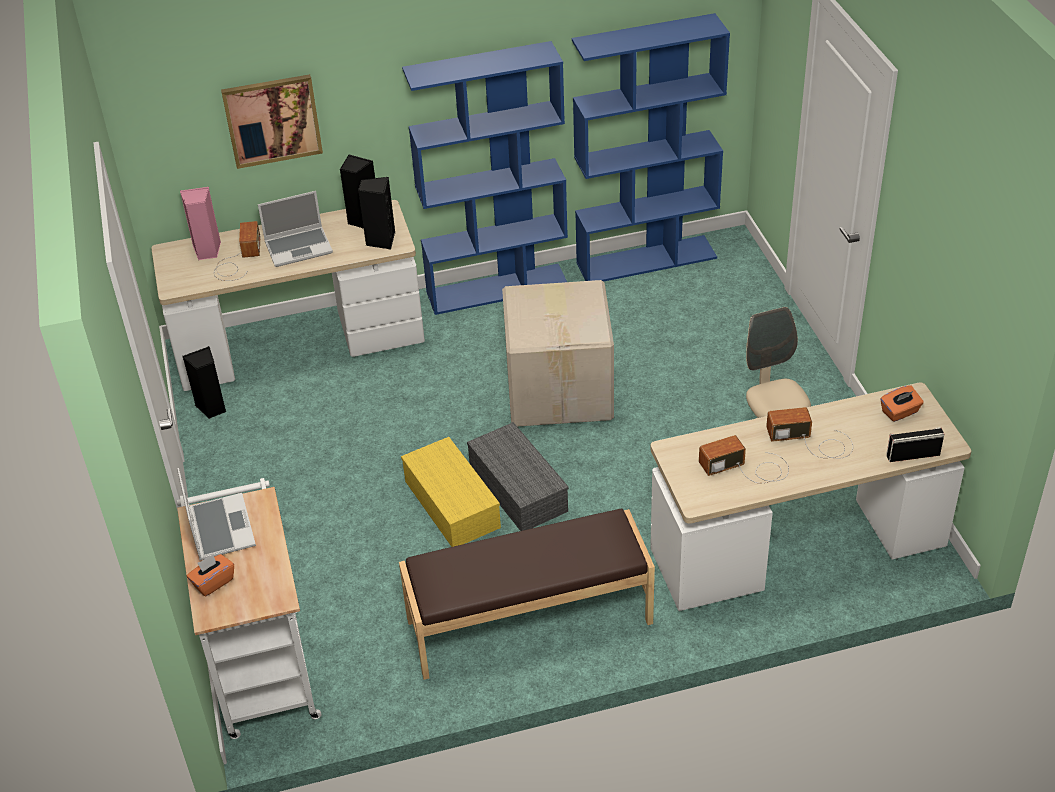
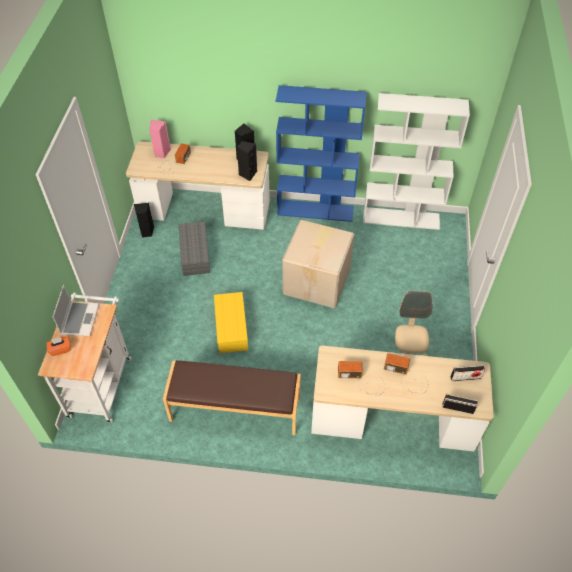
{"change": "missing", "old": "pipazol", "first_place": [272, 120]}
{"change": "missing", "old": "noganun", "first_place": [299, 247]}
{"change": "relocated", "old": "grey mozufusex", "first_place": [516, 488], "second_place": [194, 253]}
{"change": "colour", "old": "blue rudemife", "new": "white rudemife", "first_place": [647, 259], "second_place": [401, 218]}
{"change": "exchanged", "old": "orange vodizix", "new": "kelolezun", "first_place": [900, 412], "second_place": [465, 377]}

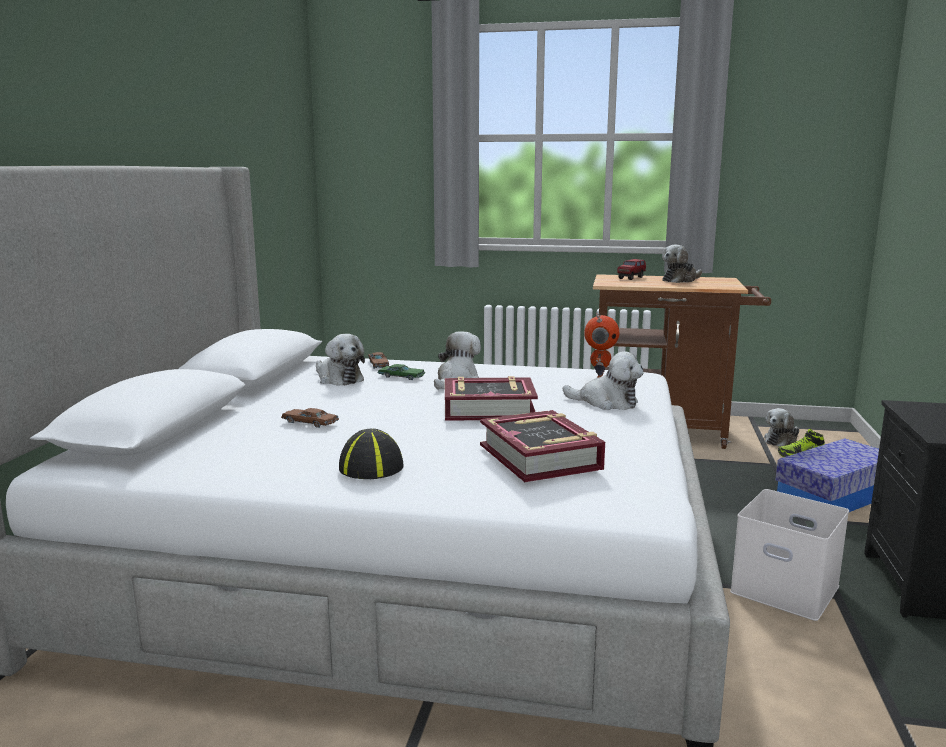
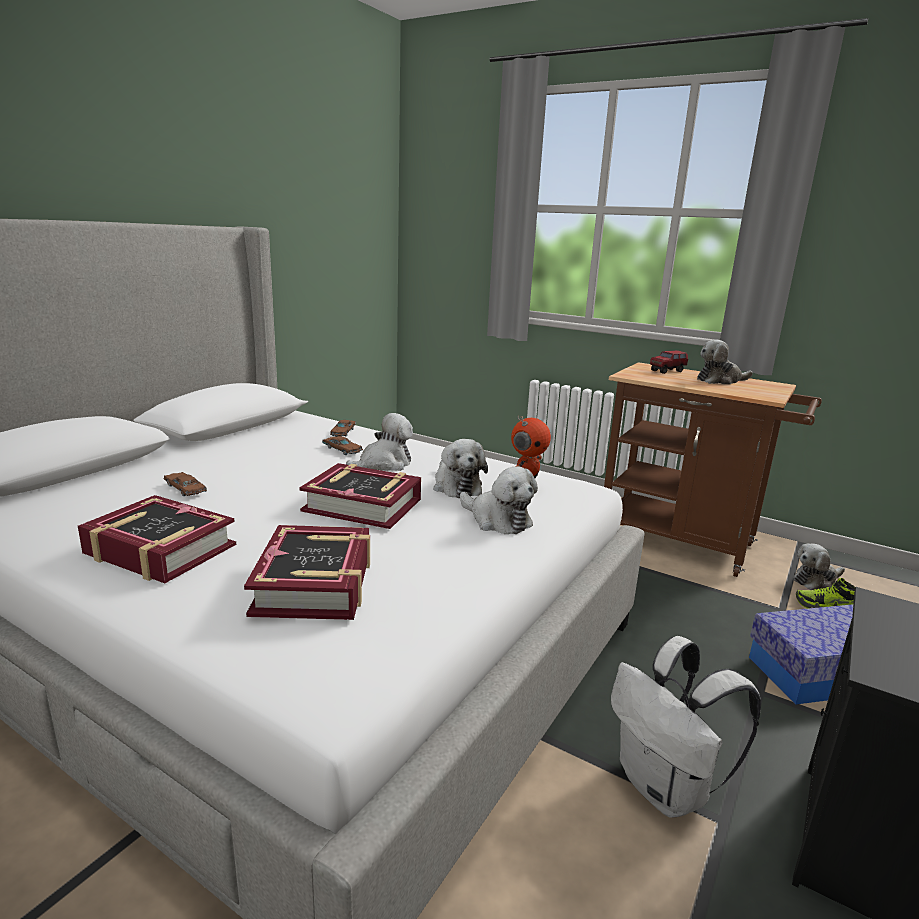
{"change": "relocated", "old": "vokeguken", "first_place": [338, 379], "second_place": [456, 486]}
{"change": "exchanged", "old": "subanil", "new": "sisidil", "first_place": [370, 462], "second_place": [159, 550]}
{"change": "colour", "old": "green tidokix", "new": "brown tidokix", "first_place": [401, 377], "second_place": [342, 450]}
{"change": "exchanged", "old": "white mozufusex", "new": "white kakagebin", "first_place": [787, 588], "second_place": [666, 788]}

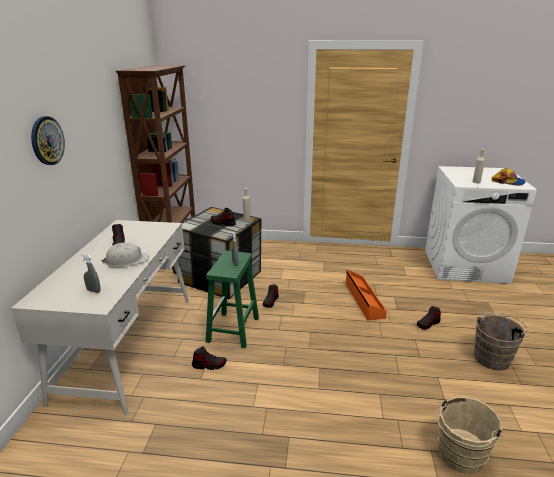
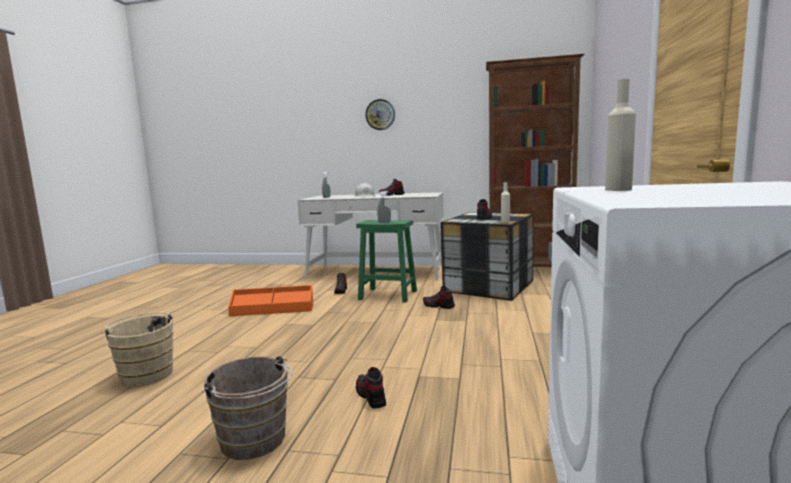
{"change": "relocated", "old": "orange mozufusex", "first_place": [363, 300], "second_place": [272, 309]}
{"change": "missing", "old": "subanil", "first_place": [508, 182]}

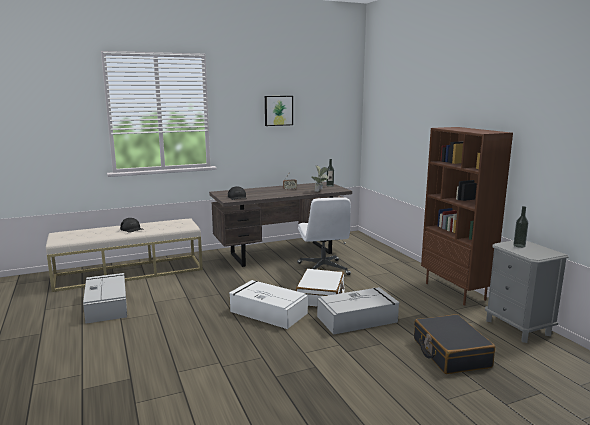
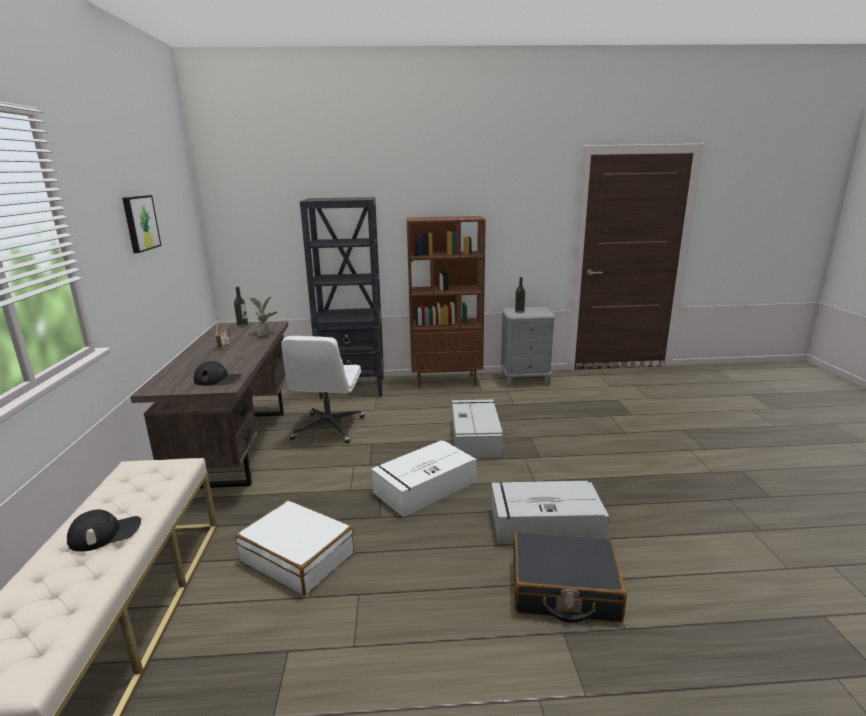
{"change": "relocated", "old": "grey mozufusex", "first_place": [107, 305], "second_place": [544, 524]}
{"change": "relocated", "old": "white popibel", "first_place": [321, 296], "second_place": [298, 557]}
{"change": "spun", "old": "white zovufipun", "first_place": [323, 269], "second_place": [328, 428], "degrees": 90}
{"change": "relocated", "old": "black popibel", "first_place": [450, 353], "second_place": [564, 589]}
{"change": "appeared", "new": "black rudemife", "second_place": [353, 388]}

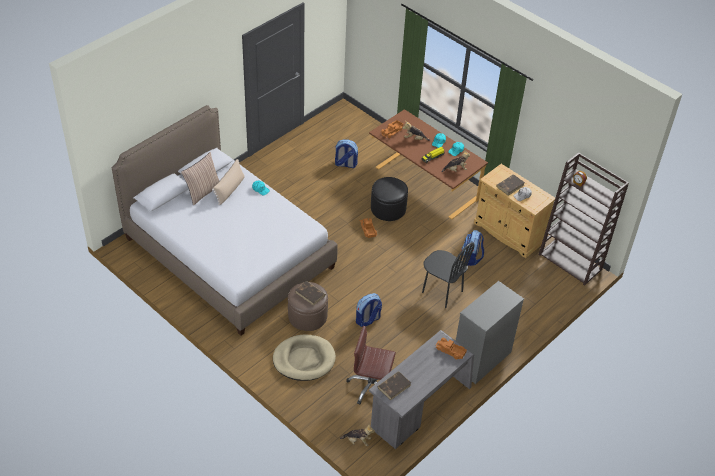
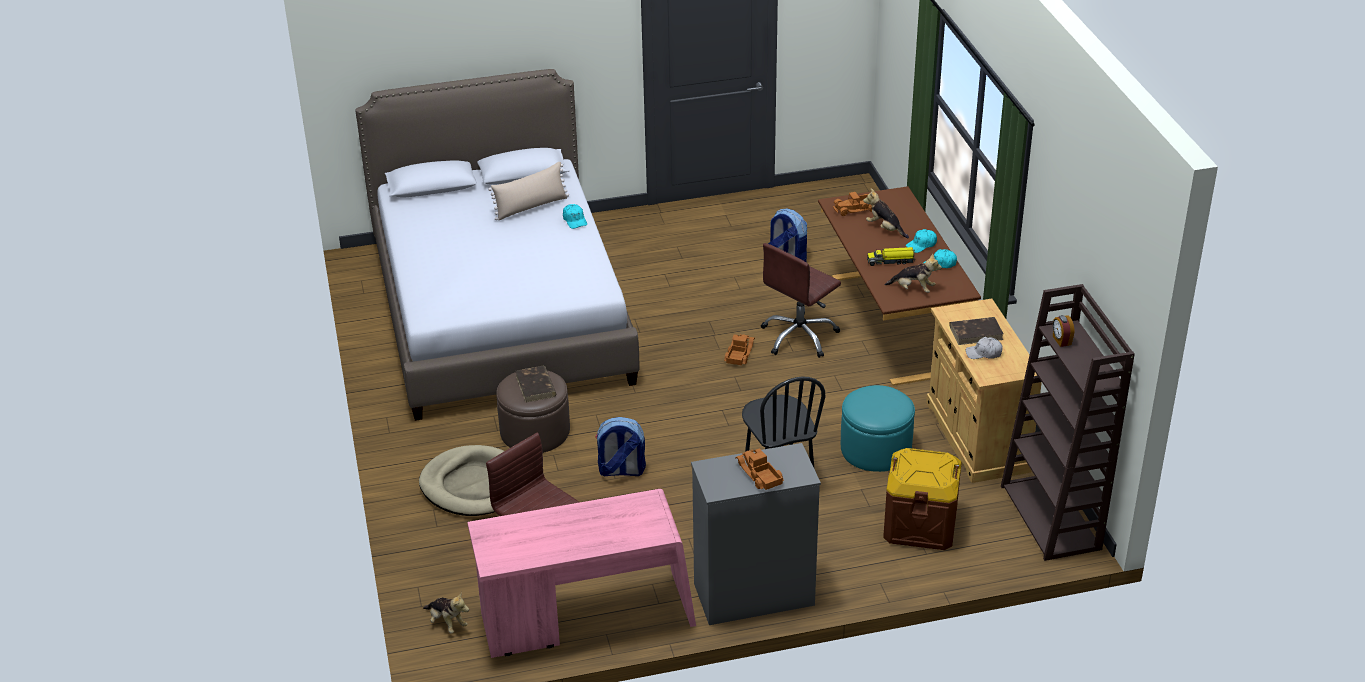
{"change": "missing", "old": "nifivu", "first_place": [203, 191]}
{"change": "colour", "old": "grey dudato", "new": "pink dudato", "first_place": [419, 407], "second_place": [586, 618]}
{"change": "exchanged", "old": "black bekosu", "new": "brown zovufipun", "first_place": [388, 208], "second_place": [799, 336]}
{"change": "missing", "old": "brown sisidil", "first_place": [394, 386]}
{"change": "relocated", "old": "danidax", "first_place": [450, 351], "second_place": [759, 474]}
{"change": "exchanged", "old": "kakagebin", "new": "turquoise bekosu", "first_place": [471, 258], "second_place": [875, 449]}
{"change": "appeared", "new": "brown mozufusex", "second_place": [920, 525]}

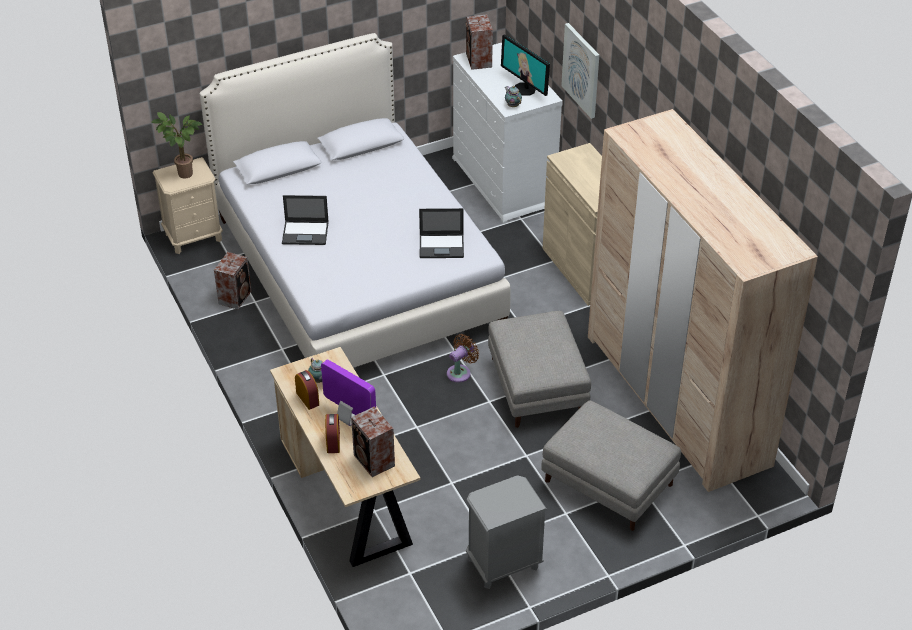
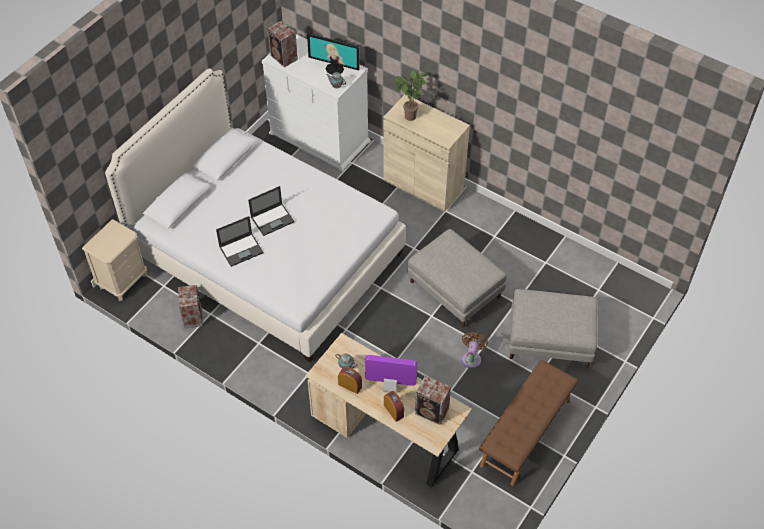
{"change": "relocated", "old": "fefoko", "first_place": [183, 175], "second_place": [410, 118]}
{"change": "relocated", "old": "noganun", "first_place": [442, 246], "second_place": [273, 219]}
{"change": "relocated", "old": "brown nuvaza", "first_place": [460, 372], "second_place": [472, 358]}
{"change": "exchanged", "old": "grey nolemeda", "new": "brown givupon", "first_place": [503, 564], "second_place": [526, 433]}
{"change": "missing", "old": "pipazol", "first_place": [581, 70]}
{"change": "missing", "old": "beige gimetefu", "first_place": [676, 399]}

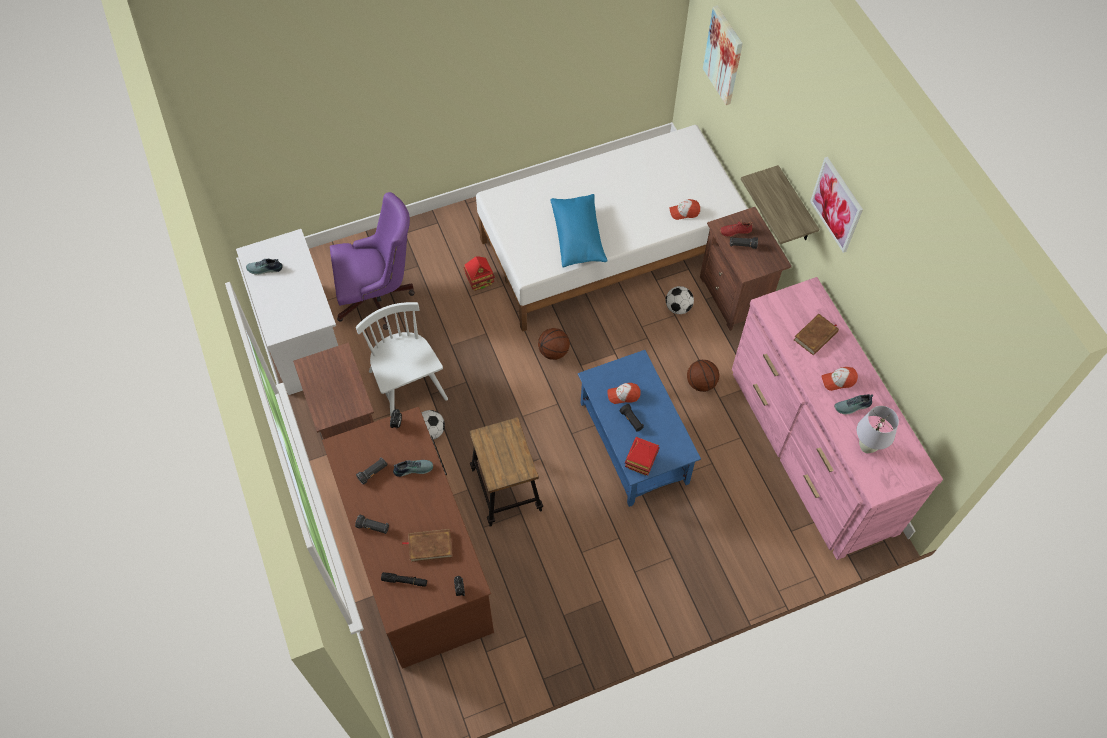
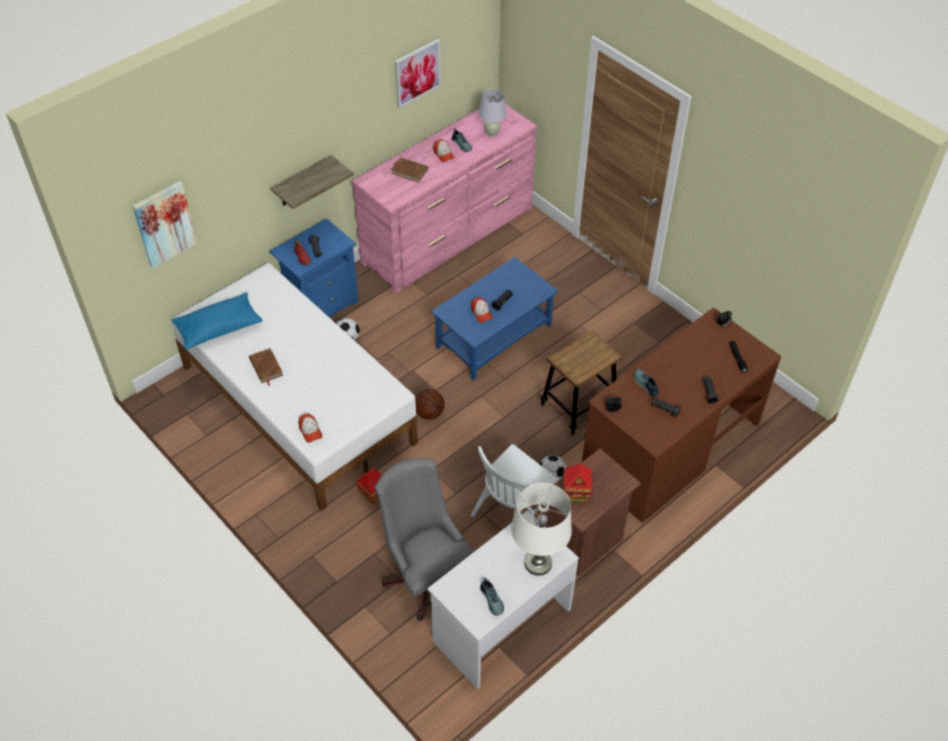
{"change": "colour", "old": "purple zovufipun", "new": "grey zovufipun", "first_place": [379, 297], "second_place": [426, 574]}
{"change": "relocated", "old": "brown sisidil", "first_place": [430, 546], "second_place": [266, 367]}
{"change": "relocated", "old": "blue nifivu", "first_place": [578, 237], "second_place": [219, 328]}
{"change": "relocated", "old": "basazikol", "first_place": [640, 463], "second_place": [576, 493]}
{"change": "relocated", "old": "subanil", "first_place": [684, 212], "second_place": [310, 431]}
{"change": "missing", "old": "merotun", "first_place": [701, 383]}
{"change": "colour", "old": "brown nolemeda", "new": "blue nolemeda", "first_place": [735, 296], "second_place": [321, 304]}
{"change": "relocated", "old": "pipazol", "first_place": [837, 204], "second_place": [417, 73]}
{"change": "appeared", "new": "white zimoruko", "second_place": [538, 563]}

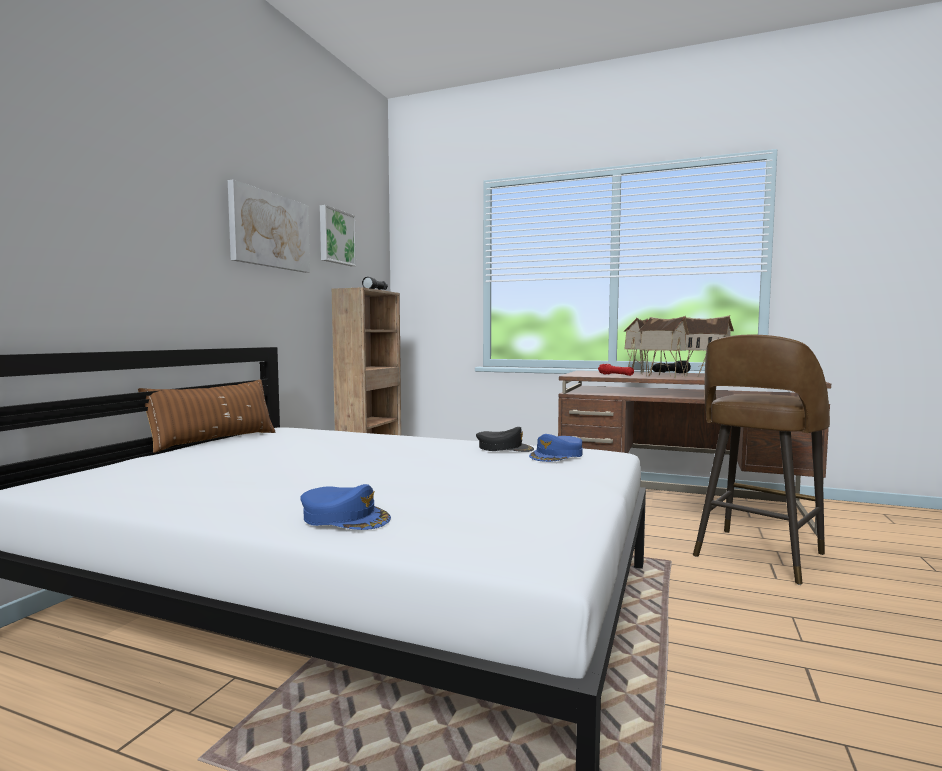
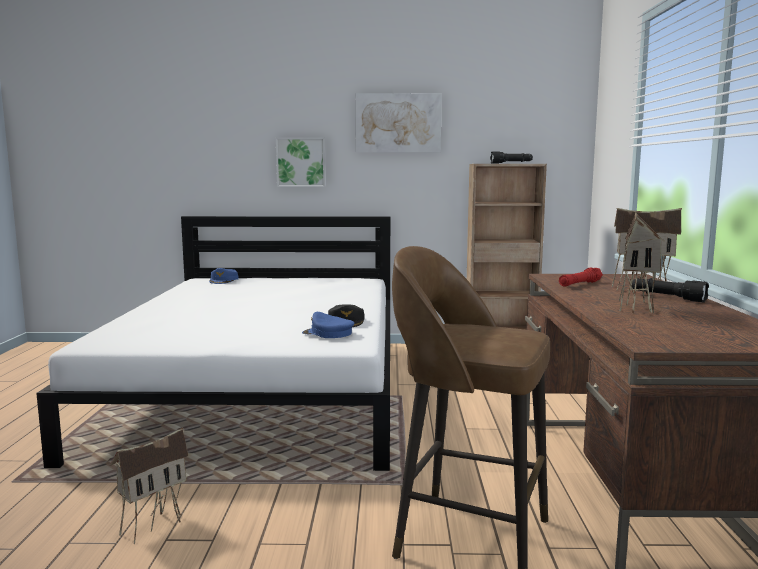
{"change": "missing", "old": "brown nifivu", "first_place": [214, 440]}
{"change": "relocated", "old": "blue subanil", "first_place": [345, 517], "second_place": [224, 280]}
{"change": "relocated", "old": "pipazol", "first_place": [336, 237], "second_place": [301, 162]}
{"change": "relocated", "old": "basazikol", "first_place": [662, 376], "second_place": [153, 524]}

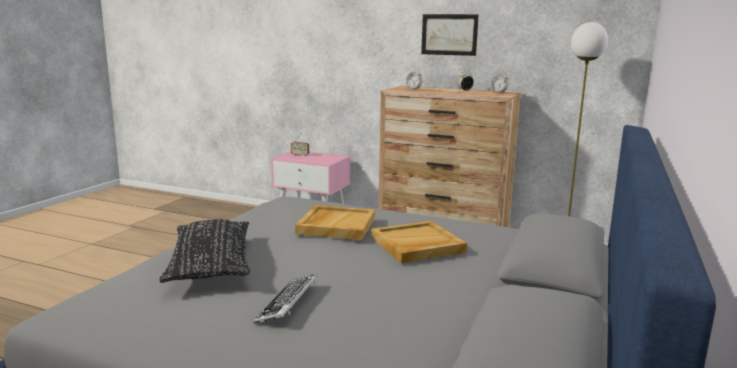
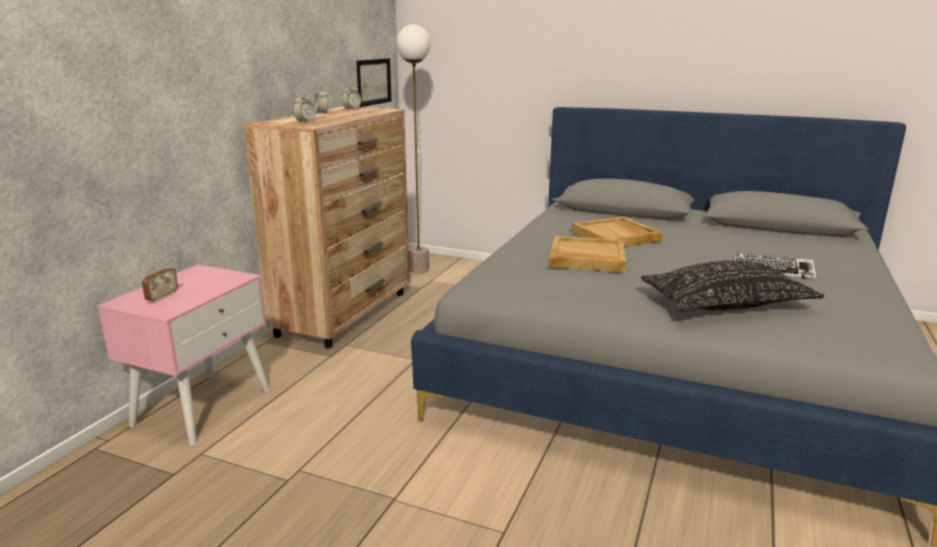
{"change": "relocated", "old": "pipazol", "first_place": [449, 34], "second_place": [374, 82]}

